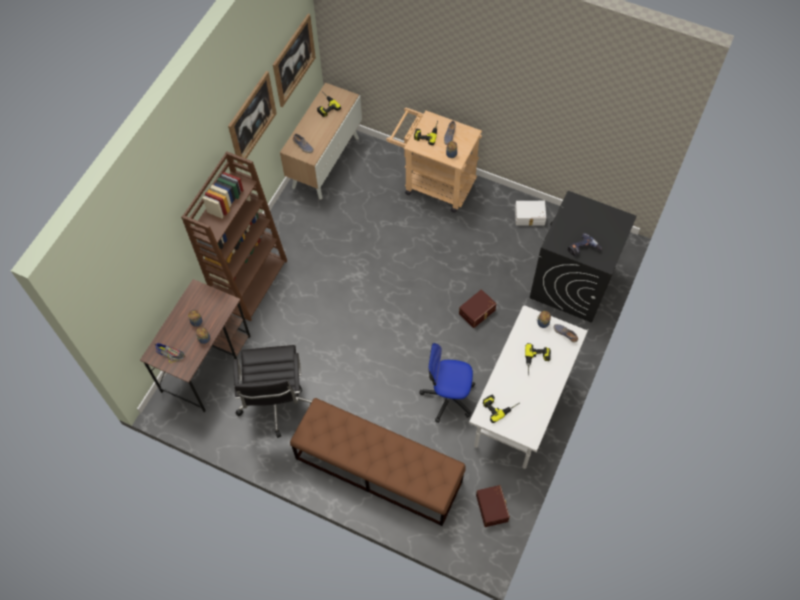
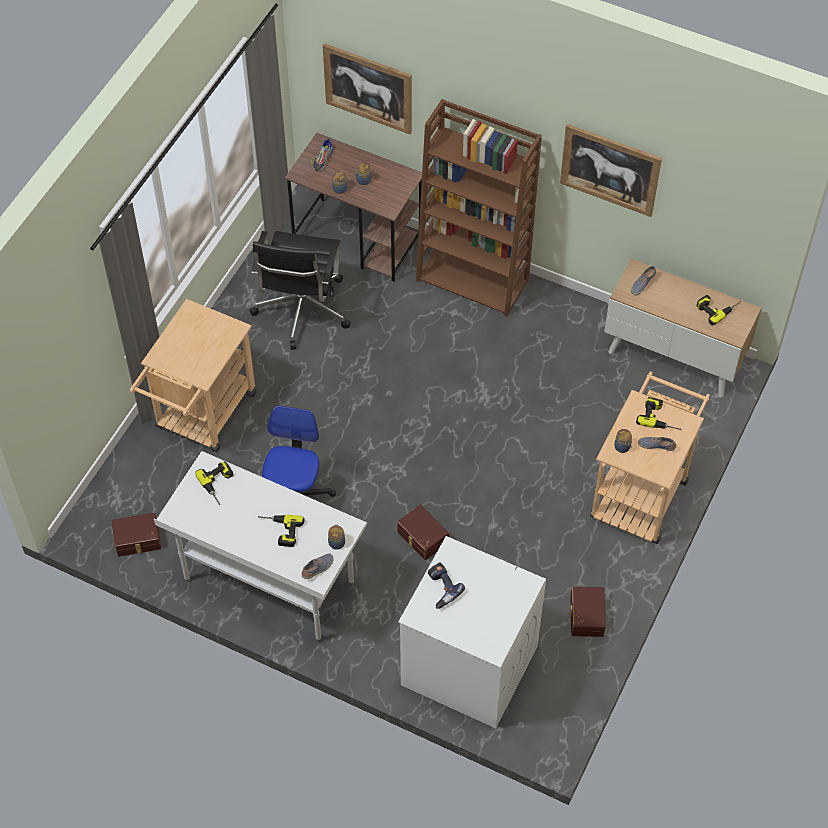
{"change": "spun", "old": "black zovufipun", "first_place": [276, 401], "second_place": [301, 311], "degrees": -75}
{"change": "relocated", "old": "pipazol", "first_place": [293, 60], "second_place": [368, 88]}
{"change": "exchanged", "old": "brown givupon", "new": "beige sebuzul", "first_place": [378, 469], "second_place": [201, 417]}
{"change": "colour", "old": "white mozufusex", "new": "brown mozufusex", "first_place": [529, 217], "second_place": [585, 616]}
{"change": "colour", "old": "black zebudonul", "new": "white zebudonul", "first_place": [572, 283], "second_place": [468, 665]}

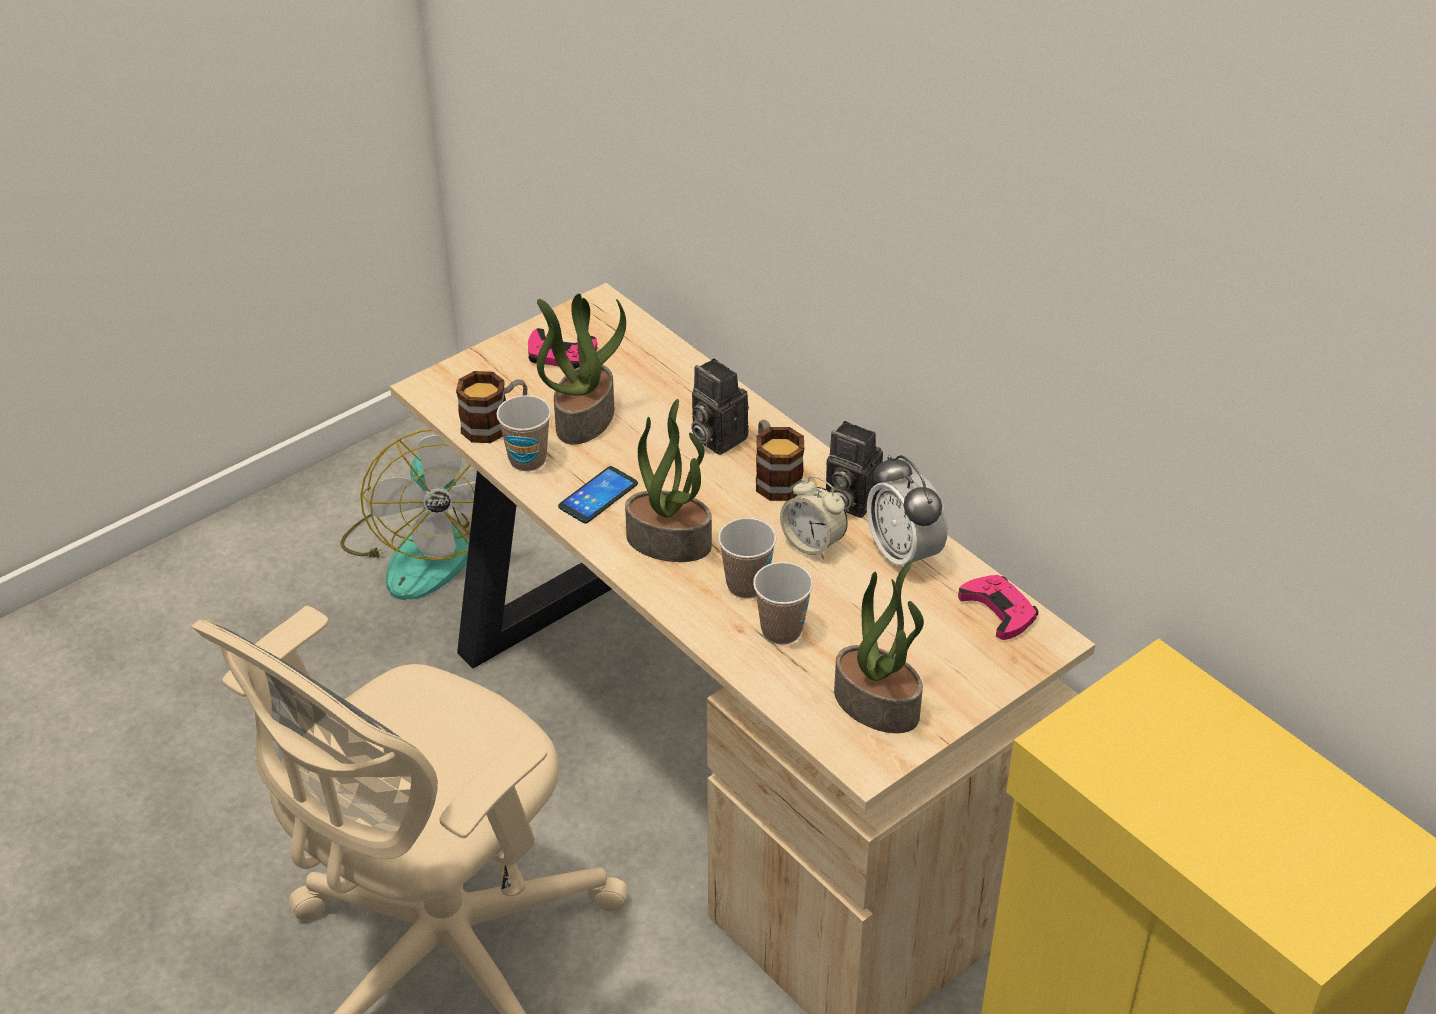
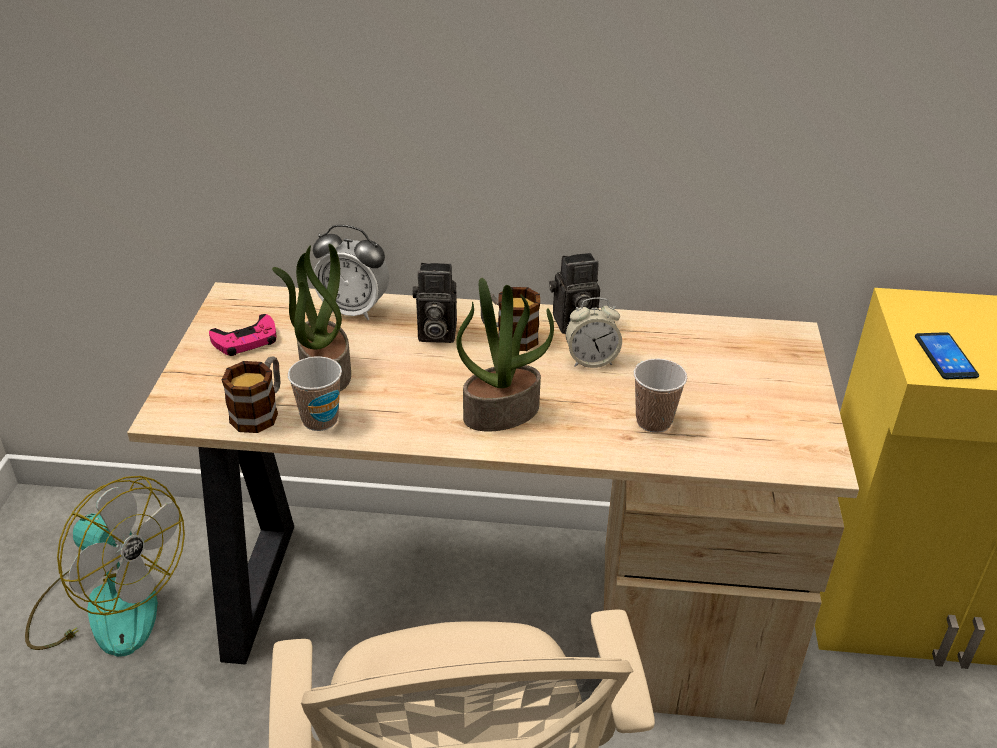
{"change": "relocated", "old": "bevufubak", "first_place": [598, 496], "second_place": [945, 357]}
{"change": "missing", "old": "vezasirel", "first_place": [746, 585]}
{"change": "missing", "old": "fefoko", "first_place": [878, 704]}
{"change": "relocated", "old": "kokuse", "first_place": [903, 554], "second_place": [354, 310]}
{"change": "missing", "old": "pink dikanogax", "first_place": [999, 610]}

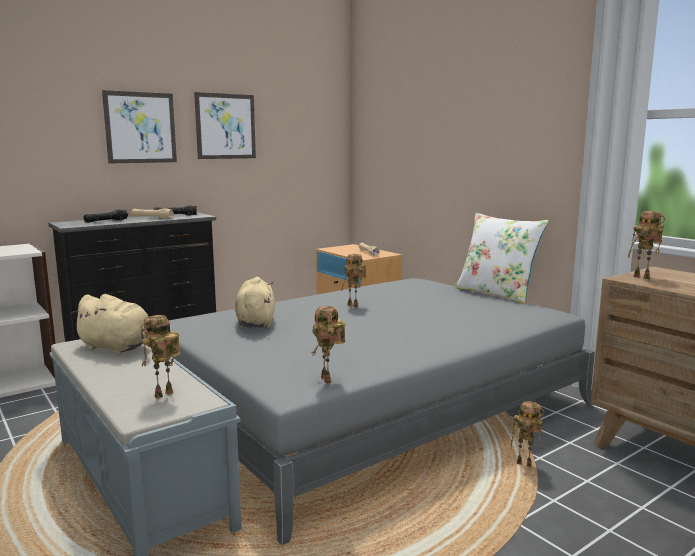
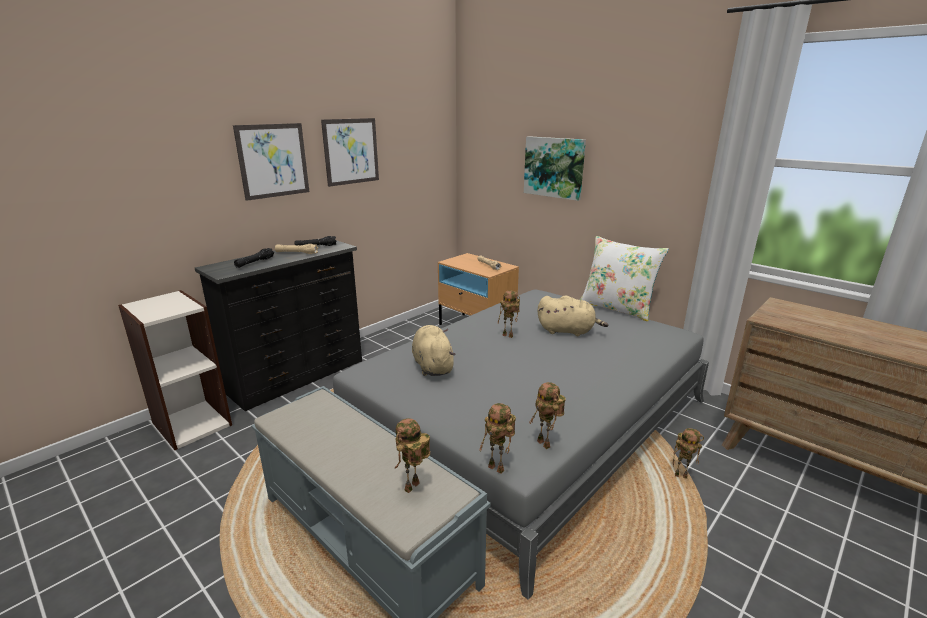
{"change": "relocated", "old": "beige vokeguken", "first_place": [118, 348], "second_place": [568, 331]}
{"change": "relocated", "old": "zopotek", "first_place": [643, 277], "second_place": [498, 468]}
{"change": "appeared", "new": "pipazol", "second_place": [554, 167]}

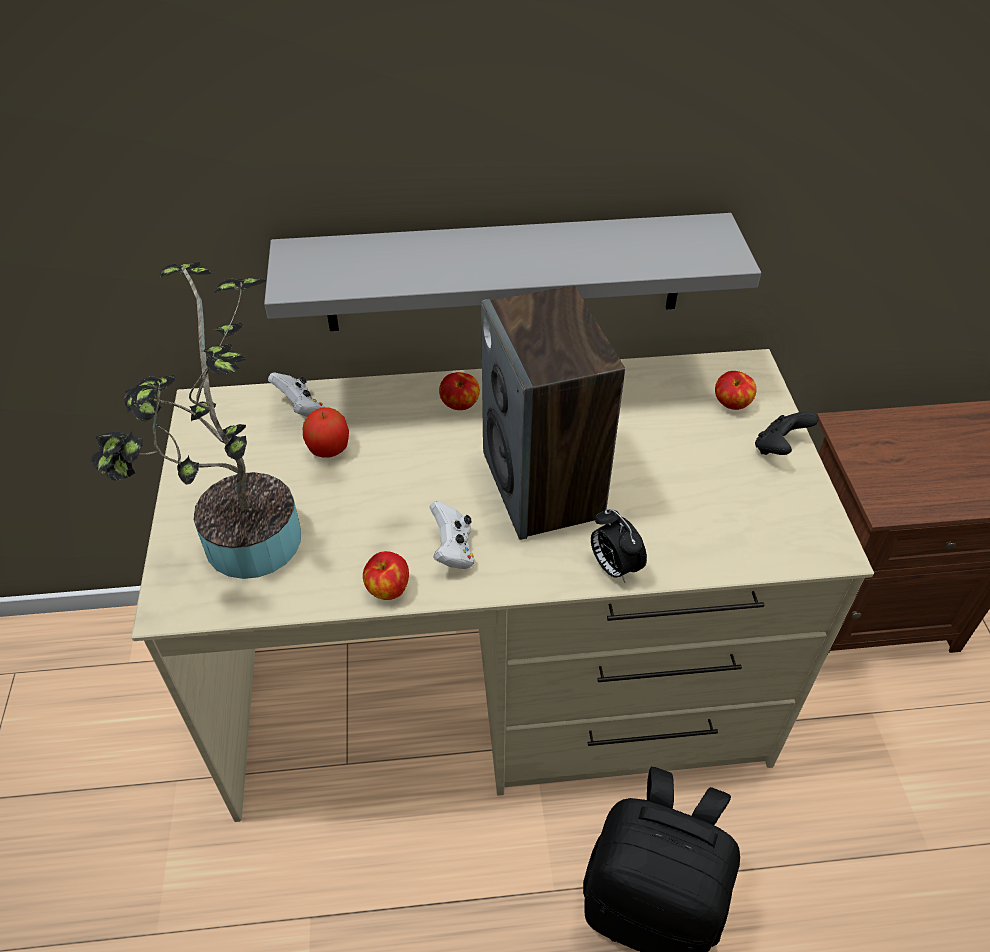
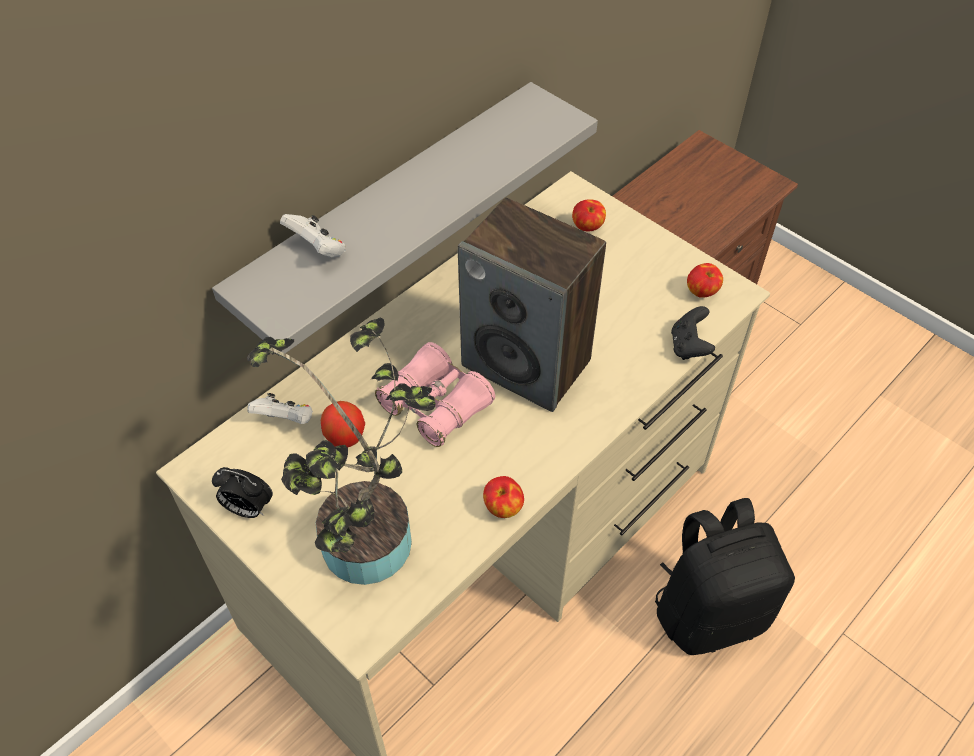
{"change": "relocated", "old": "white dikanogax", "first_place": [453, 550], "second_place": [318, 249]}
{"change": "relocated", "old": "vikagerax", "first_place": [459, 405], "second_place": [702, 292]}
{"change": "relocated", "old": "kokuse", "first_place": [613, 567], "second_place": [248, 509]}
{"change": "relocated", "old": "black dikanogax", "first_place": [779, 448], "second_place": [689, 346]}
{"change": "appeared", "new": "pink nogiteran", "second_place": [435, 405]}

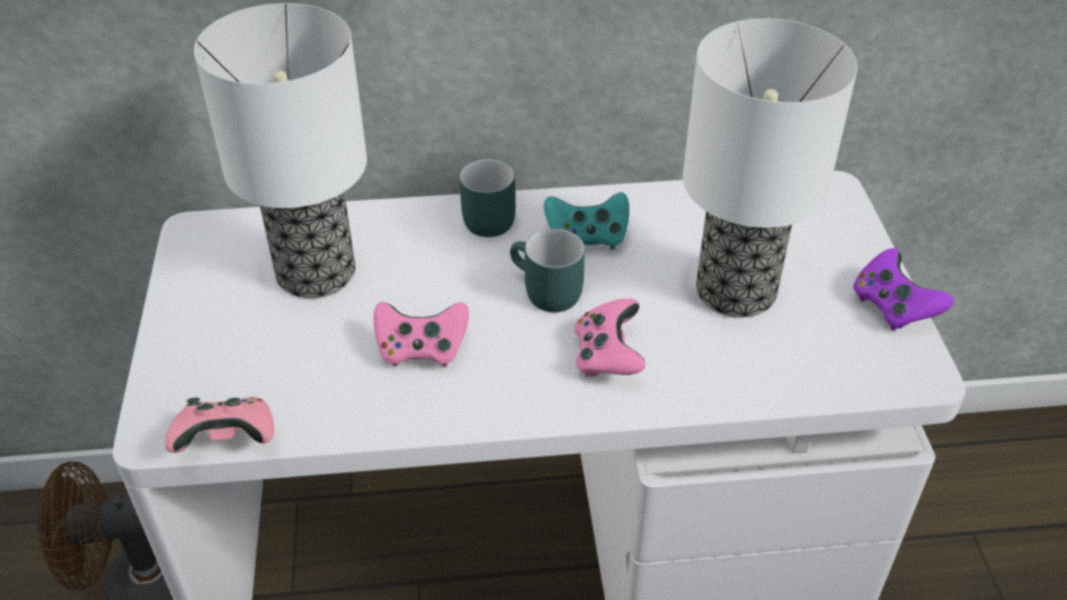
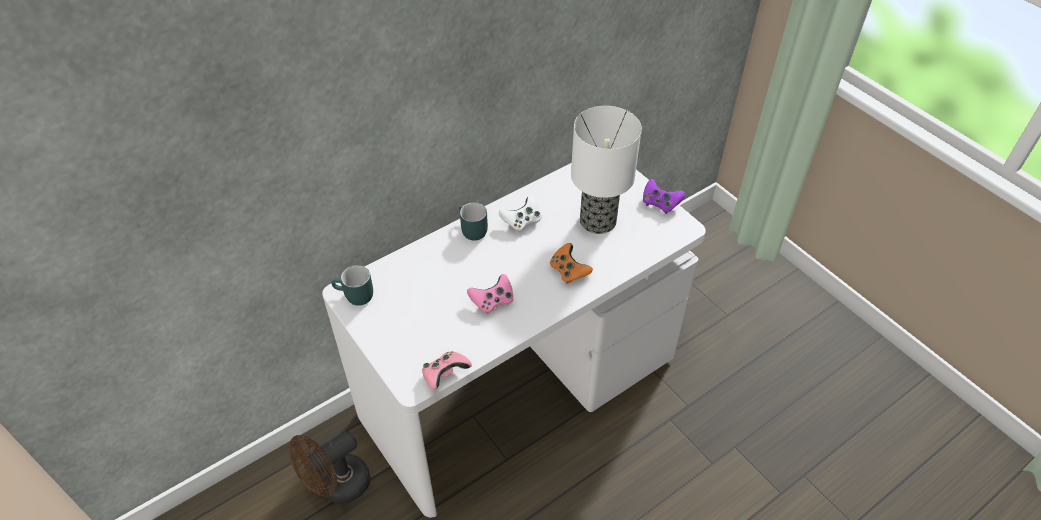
{"change": "missing", "old": "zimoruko", "first_place": [314, 271]}
{"change": "relocated", "old": "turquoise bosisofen", "first_place": [543, 294], "second_place": [355, 297]}
{"change": "colour", "old": "turquoise dikanogax", "new": "white dikanogax", "first_place": [587, 238], "second_place": [521, 222]}
{"change": "colour", "old": "pink dikanogax", "new": "orange dikanogax", "first_place": [607, 357], "second_place": [568, 271]}

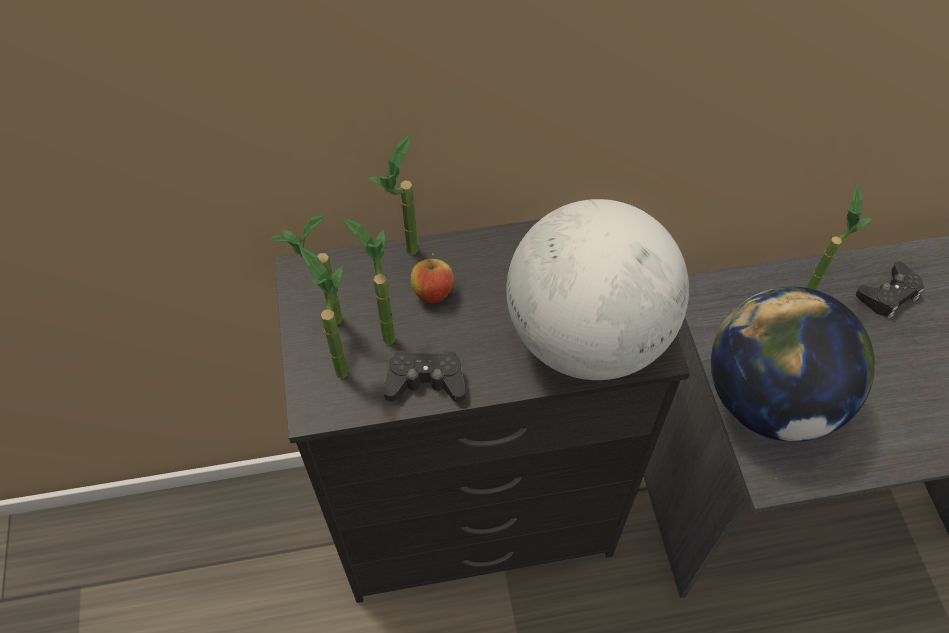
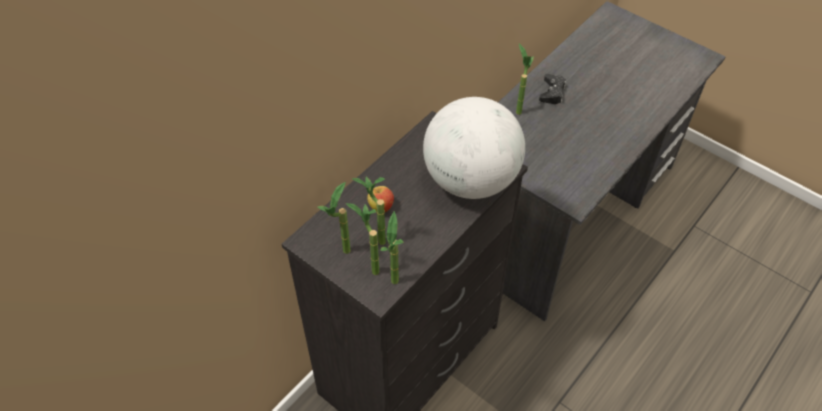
{"change": "relocated", "old": "fefoko", "first_place": [405, 258], "second_place": [396, 288]}
{"change": "missing", "old": "black dikanogax", "first_place": [425, 382]}
{"change": "missing", "old": "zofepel", "first_place": [770, 400]}

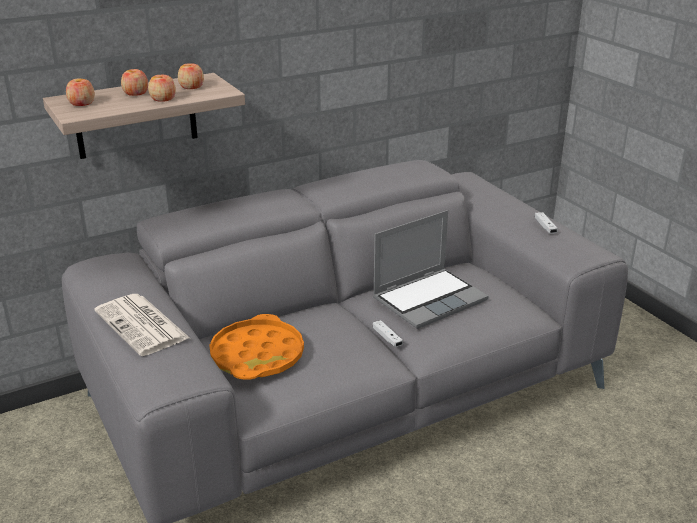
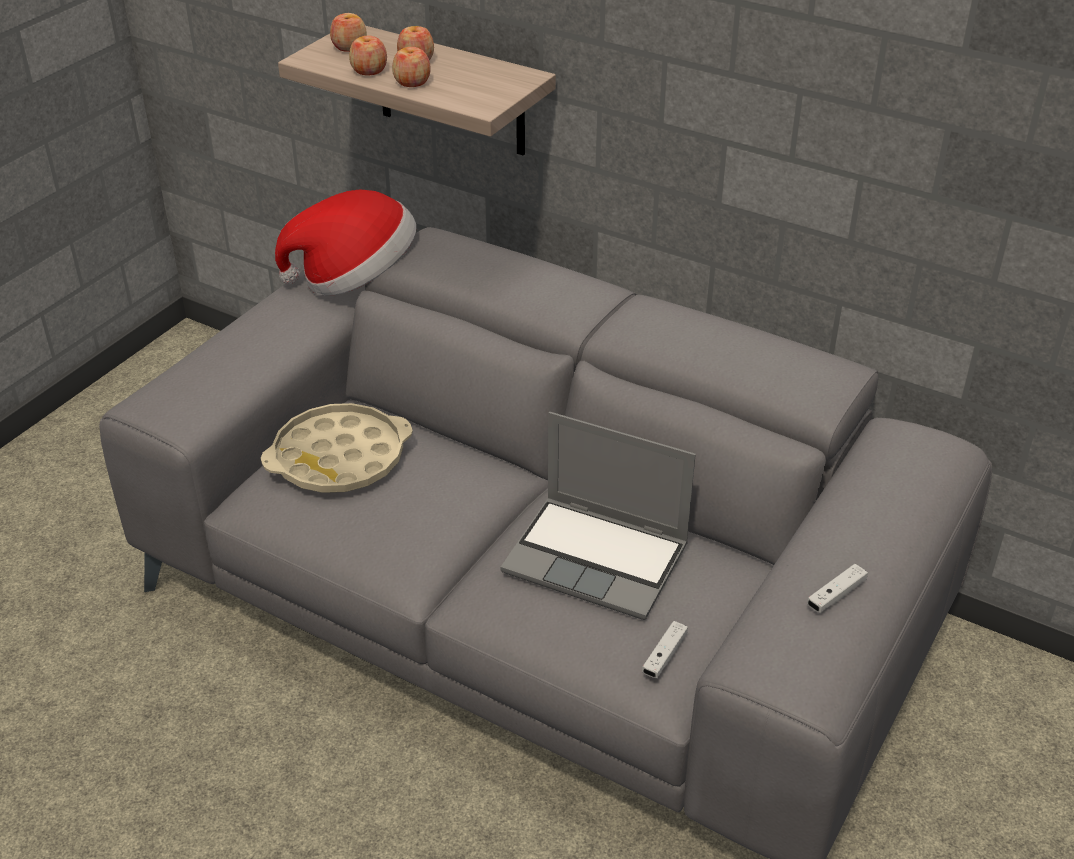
{"change": "missing", "old": "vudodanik", "first_place": [143, 325]}
{"change": "relocated", "old": "vikagerax", "first_place": [191, 87], "second_place": [369, 70]}
{"change": "colour", "old": "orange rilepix", "new": "beige rilepix", "first_place": [257, 355], "second_place": [339, 458]}
{"change": "relocated", "old": "white dikanogax", "first_place": [387, 338], "second_place": [664, 656]}
{"change": "appeared", "new": "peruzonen", "second_place": [355, 278]}

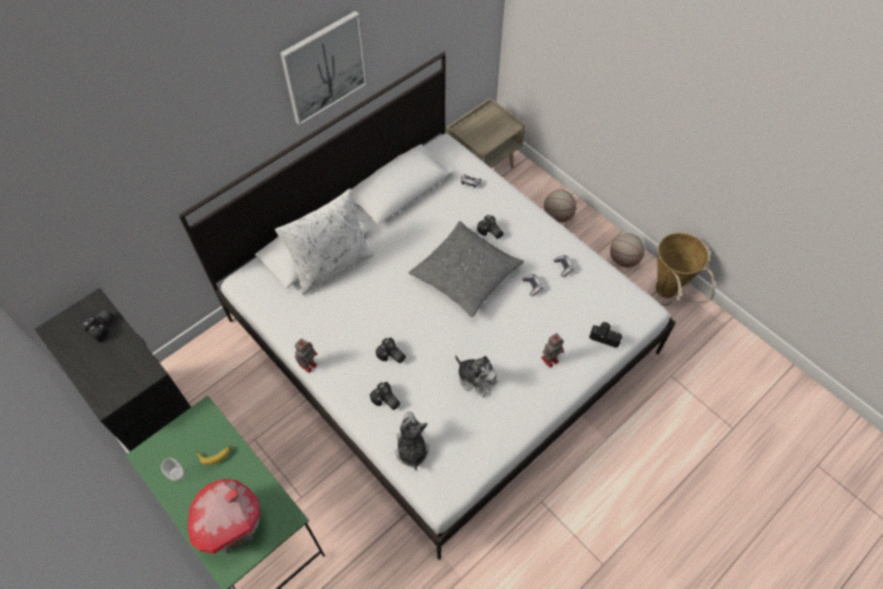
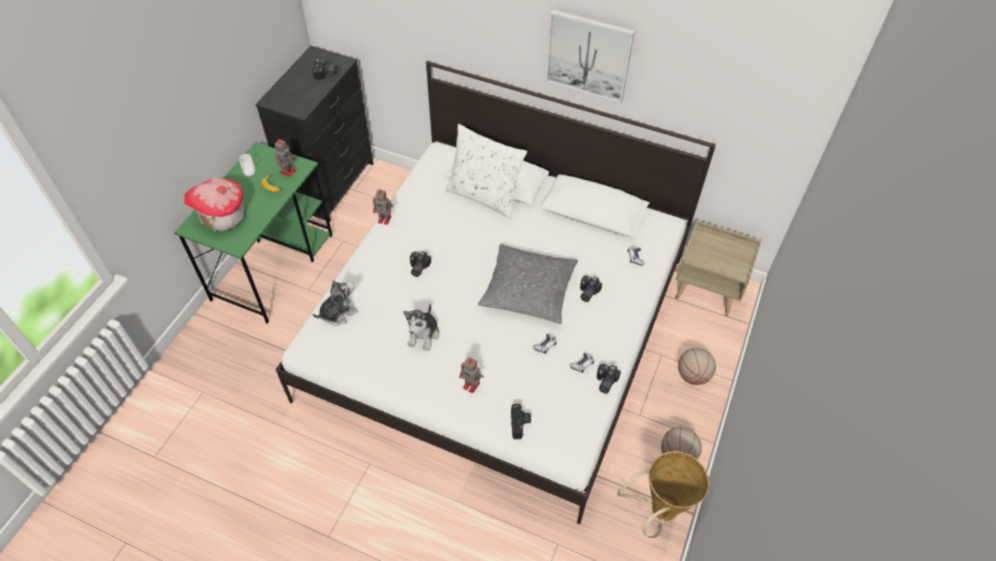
{"change": "relocated", "old": "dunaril", "first_place": [386, 401], "second_place": [604, 382]}
{"change": "appeared", "new": "zopotek", "second_place": [288, 171]}

